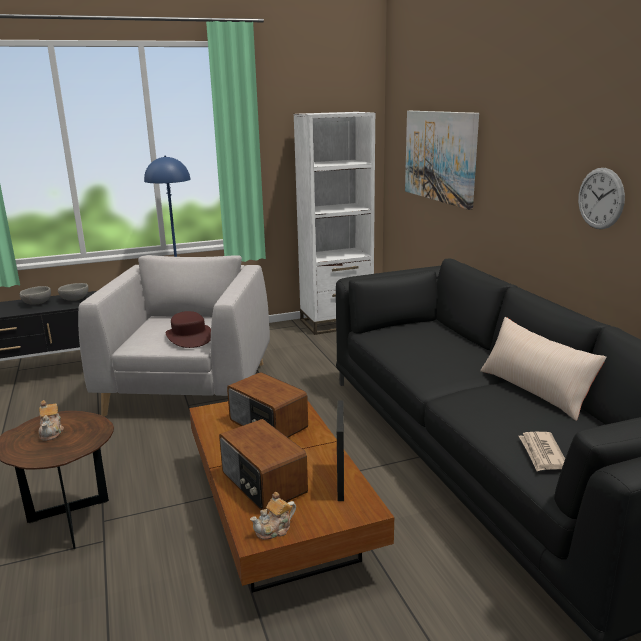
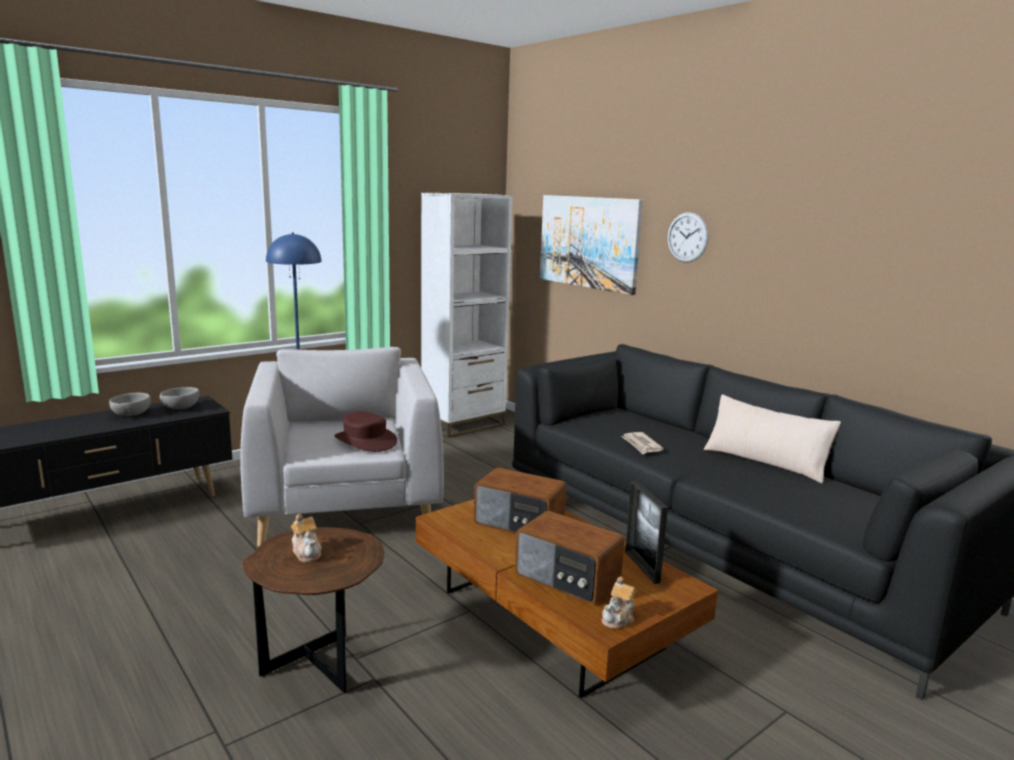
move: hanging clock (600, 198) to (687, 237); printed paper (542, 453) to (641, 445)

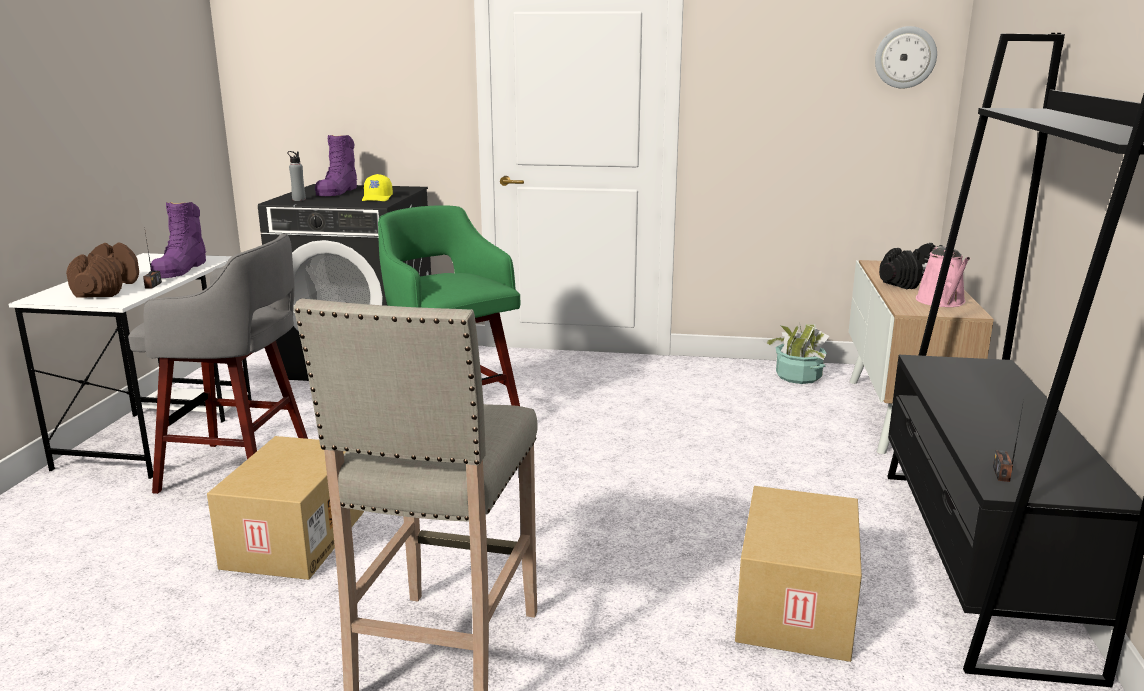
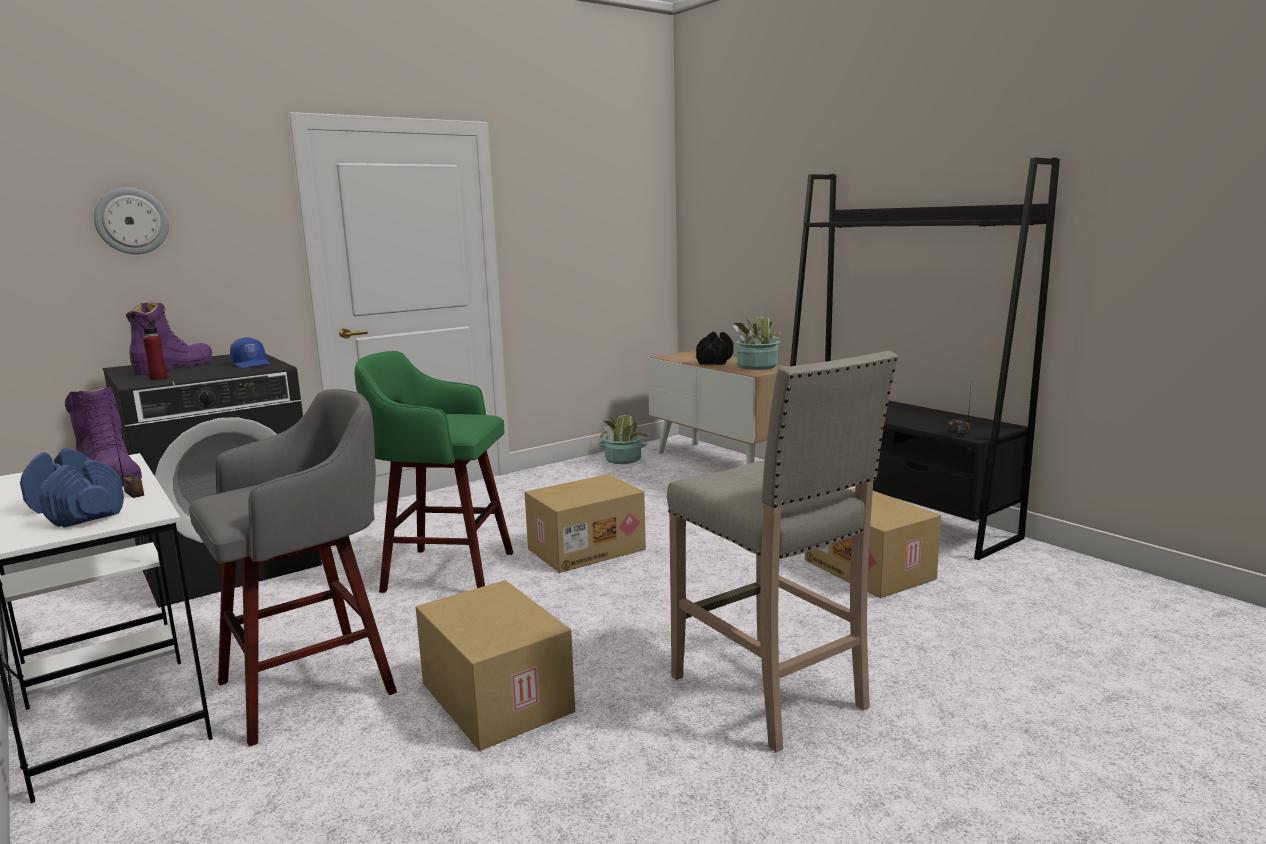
insert: carton (586, 548)
move: hanging clock (905, 57) to (131, 221)
replace: pink-coloured sprinkling can (942, 302) to plant in a pot (757, 366)
recolor: gray drink bottle (299, 199) to reddish drink bottle (158, 378); yellow peaked cap (377, 198) to blue peaked cap (252, 364); brownish hand weight (106, 289) to blue hand weight (76, 512)
rotate: purple high-top boot (338, 191) = (174, 367) 120 degrees counterclockwise

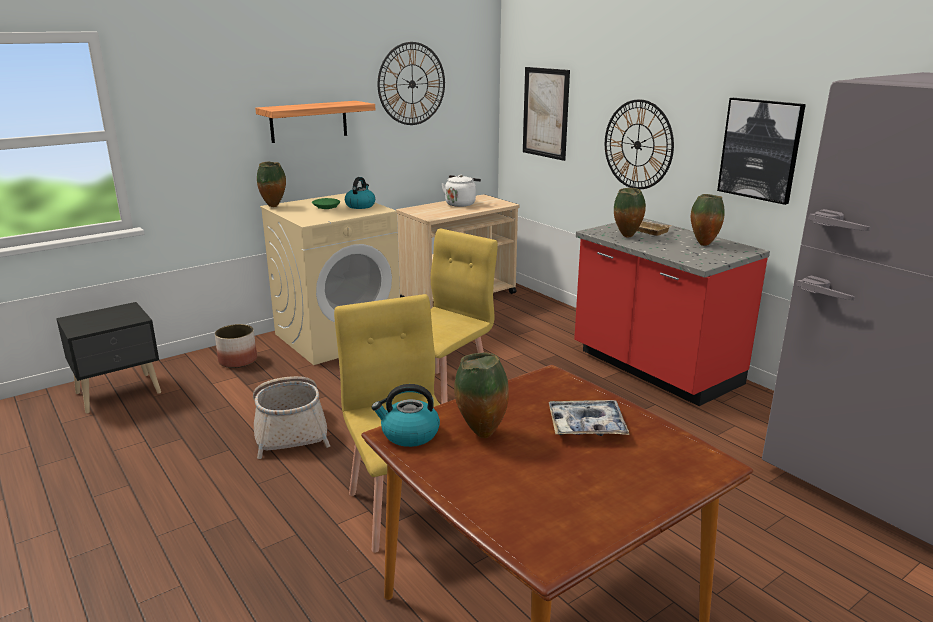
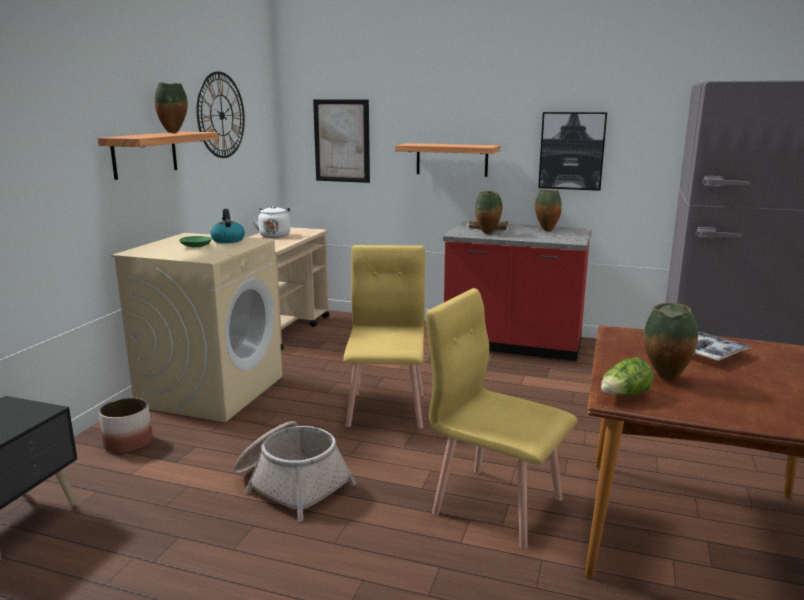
move: flower vase (274, 206) to (174, 133)
replace: hanging clock (637, 145) to bracket shelf (452, 159); tea kettle (409, 434) to lettuce head (624, 395)

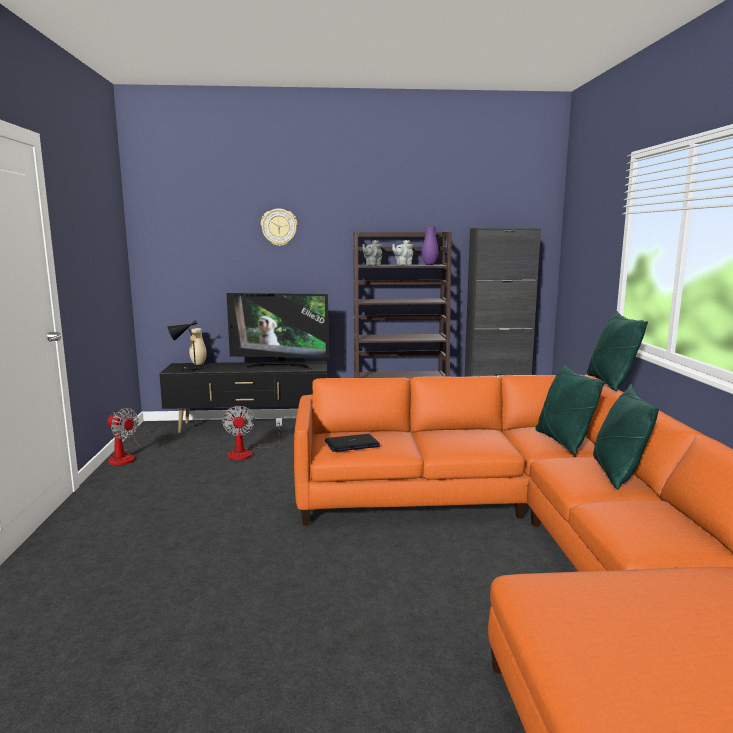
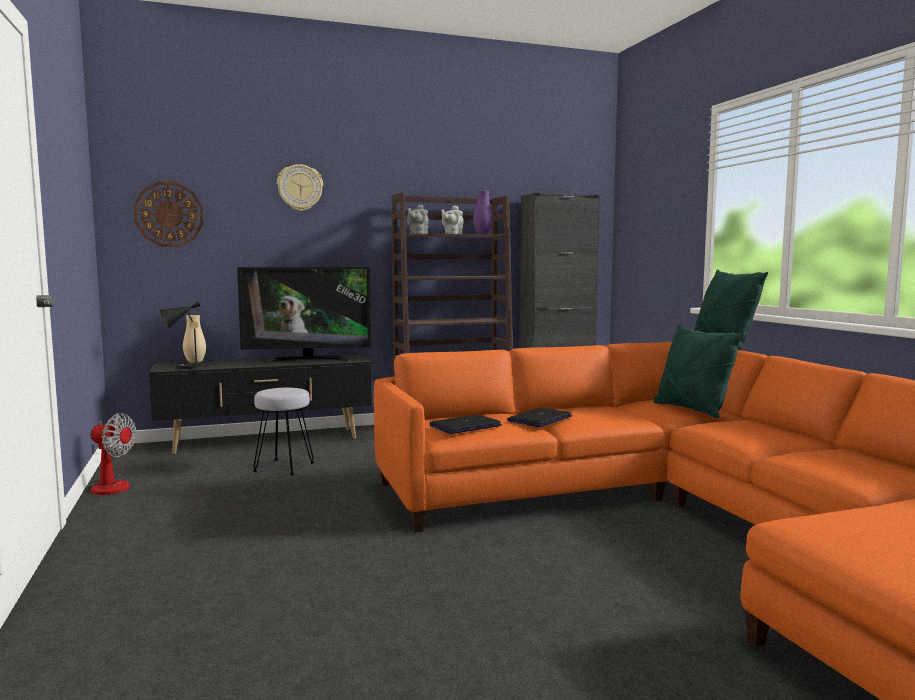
delete: green cushion (616, 473)
insert: hanging clock (169, 214); notebook computer (540, 419)
replace: fan (247, 453) to gray stool seat (284, 467)

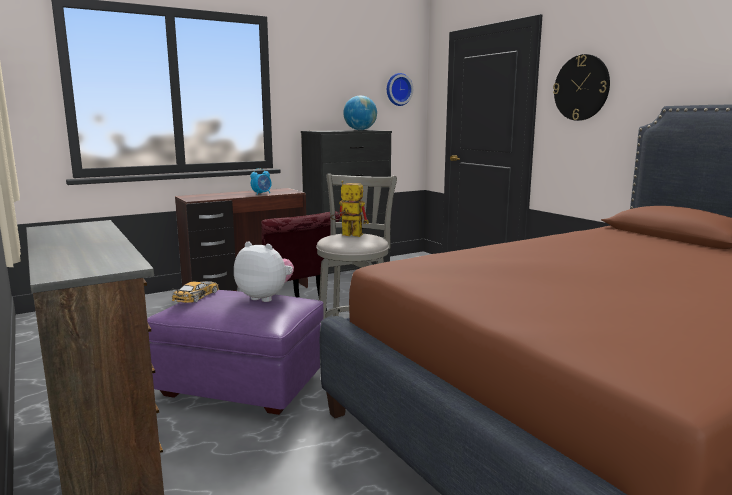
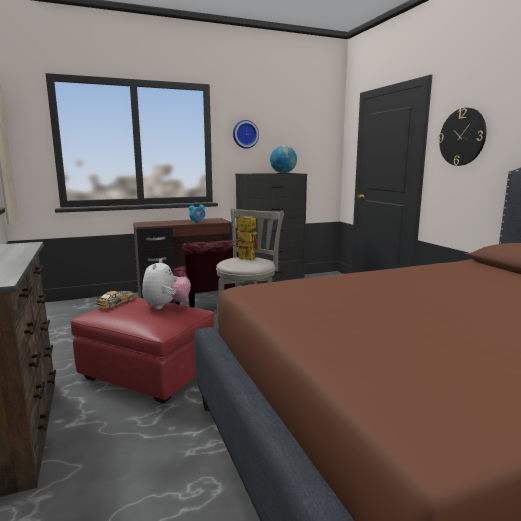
move: hanging clock (398, 89) to (245, 134)
recolor: purple pouffe (241, 384) to reddish pouffe (147, 374)
rotate: plush toy (265, 297) = (166, 306) 60 degrees clockwise

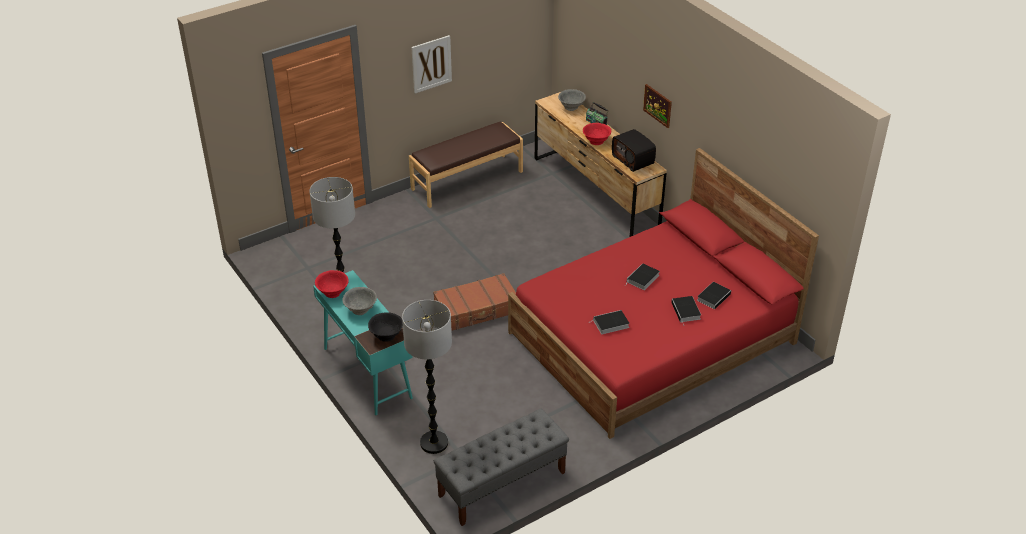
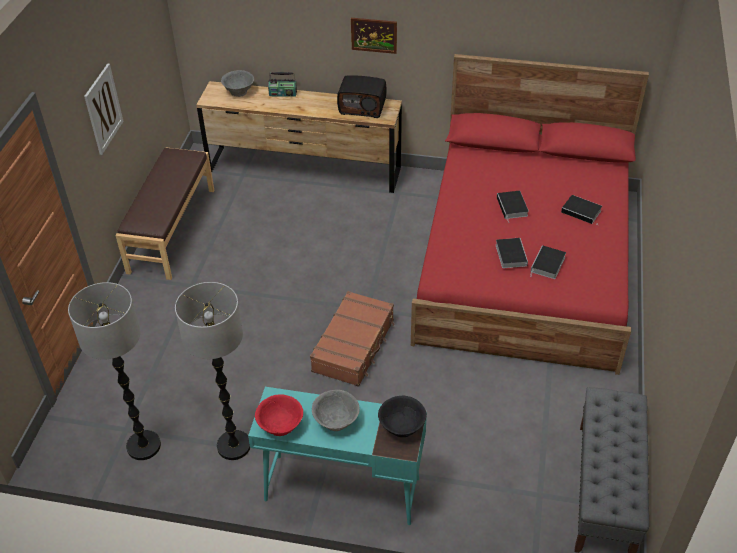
delete: reddish serving bowl (596, 141)
move: book (714, 296) to (510, 254); standing lamp (434, 443) to (143, 446)

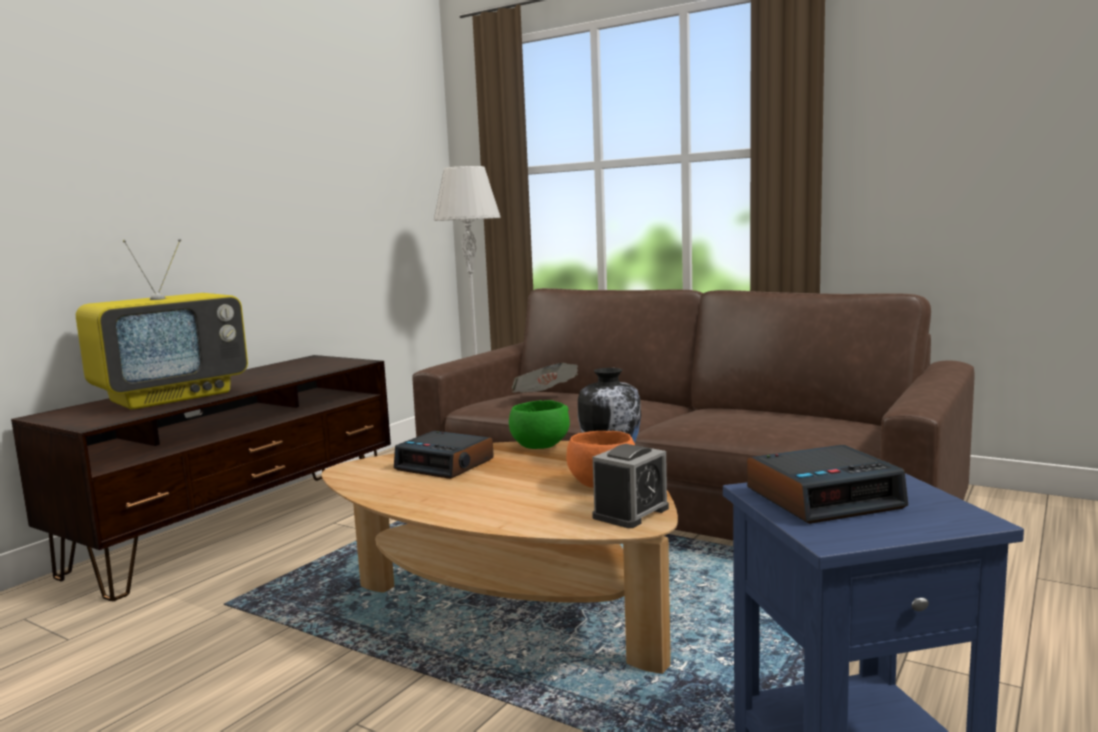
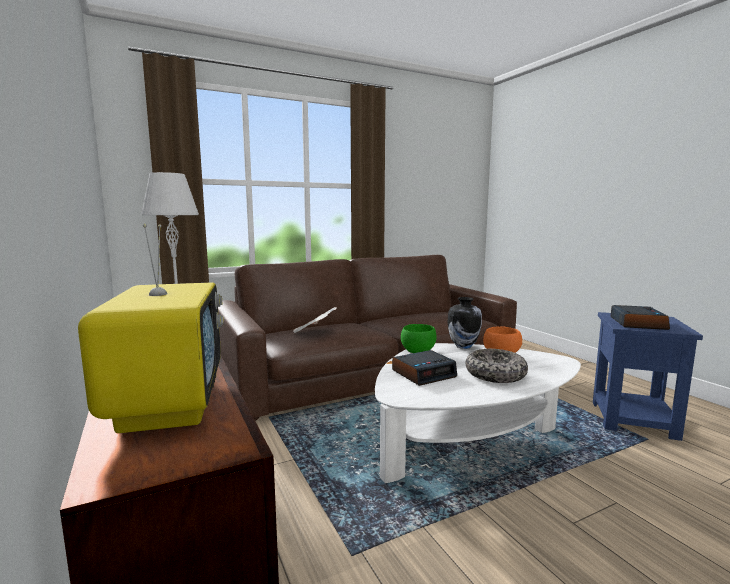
delete: table clock (631, 513)
insert: serving bowl (495, 374)
recolor: brownish coffee table (511, 613) to white-coloured coffee table (467, 445)

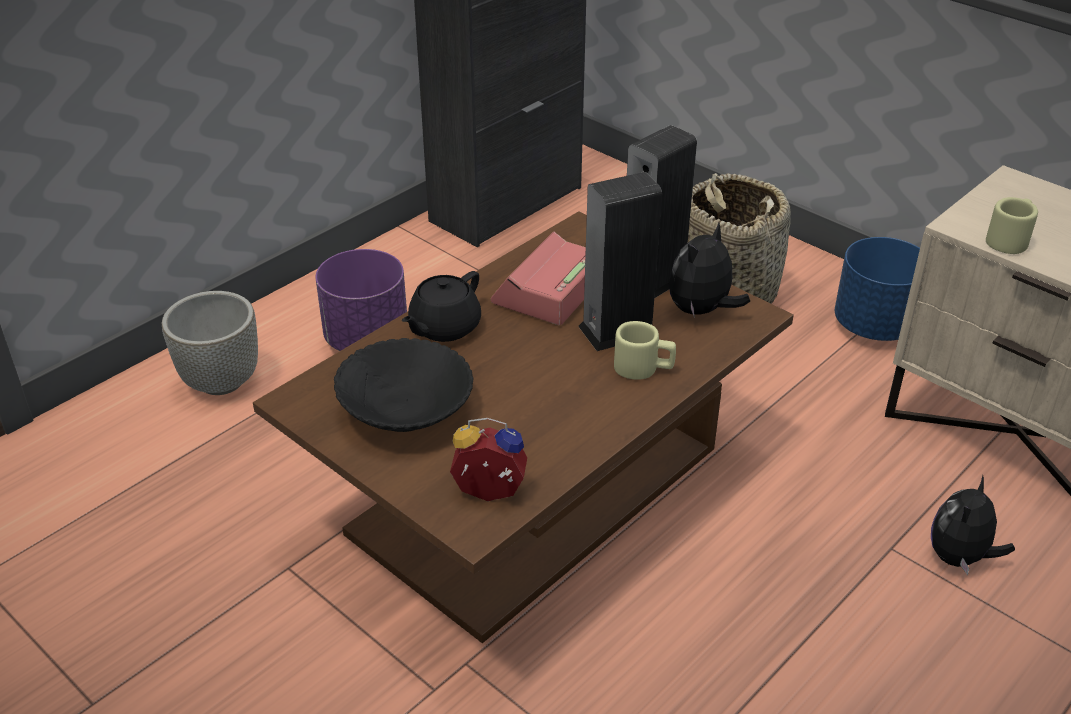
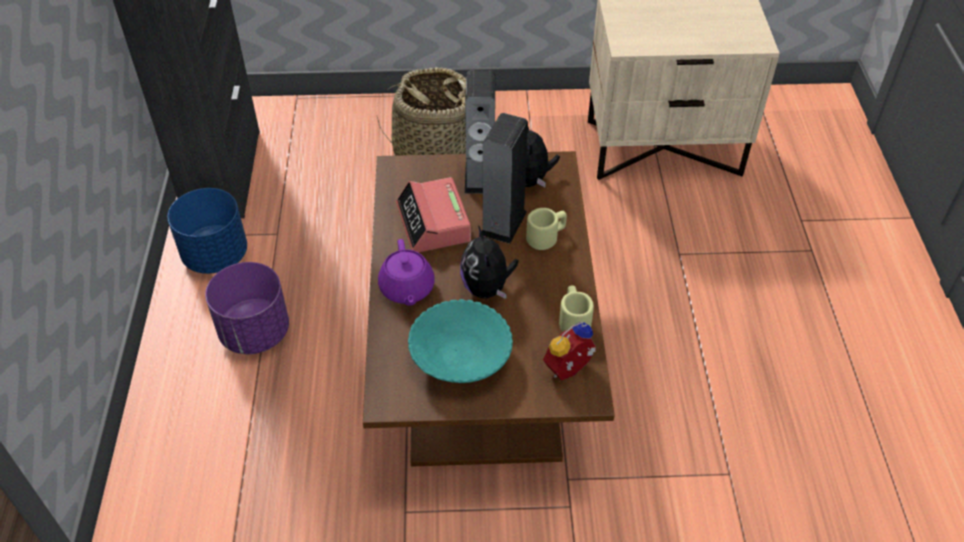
delete: gray plant pot (222, 382)
move: sand-coloured tea mug (1009, 239) to (573, 319); blue plant pot (874, 325) to (215, 255); plush toy (960, 557) to (487, 288)
recolor: blackish pot for tea (443, 327) to purple pot for tea (406, 289); blackish serving bowl (406, 411) to turquoise-coloured serving bowl (460, 357)

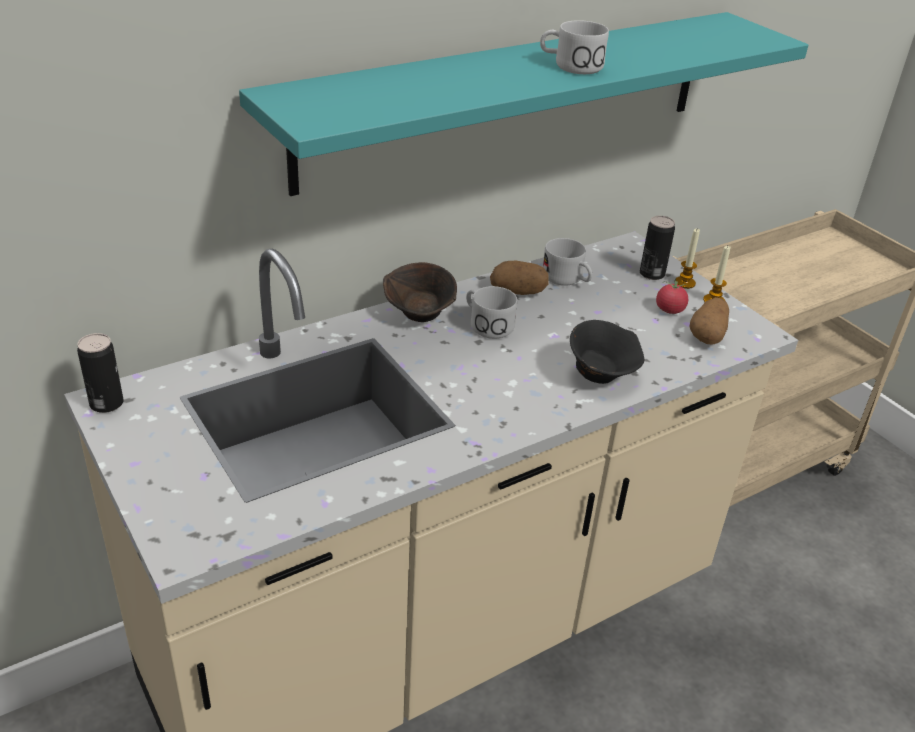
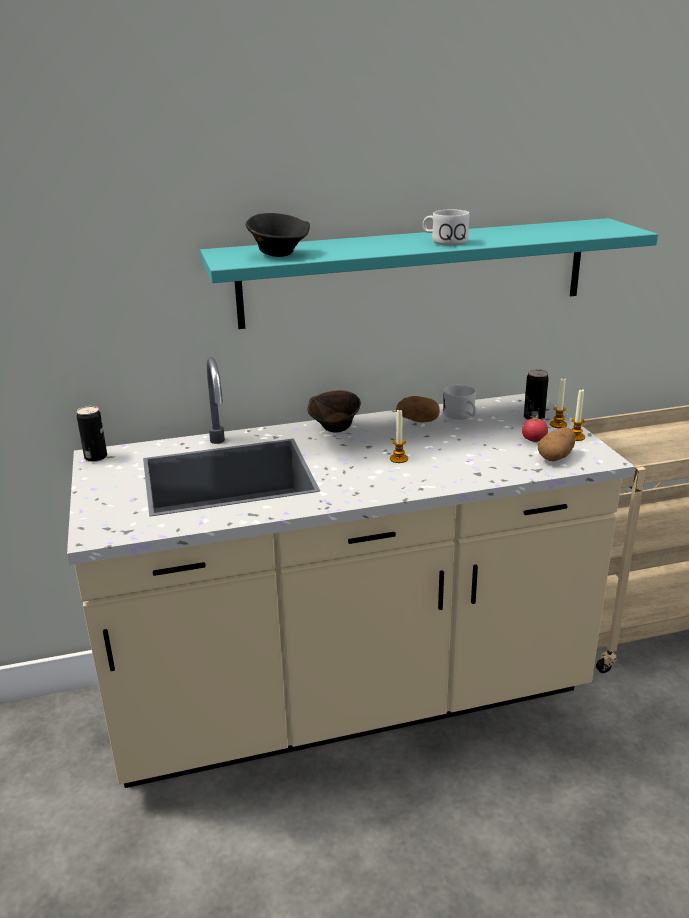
delete: white-coloured tea mug (486, 324)
insert: wax light (399, 459)
move: blackish serving bowl (601, 375) to (279, 254)

